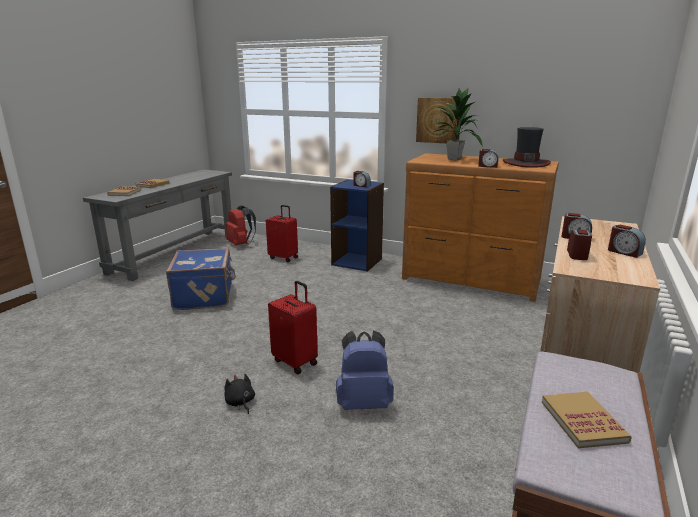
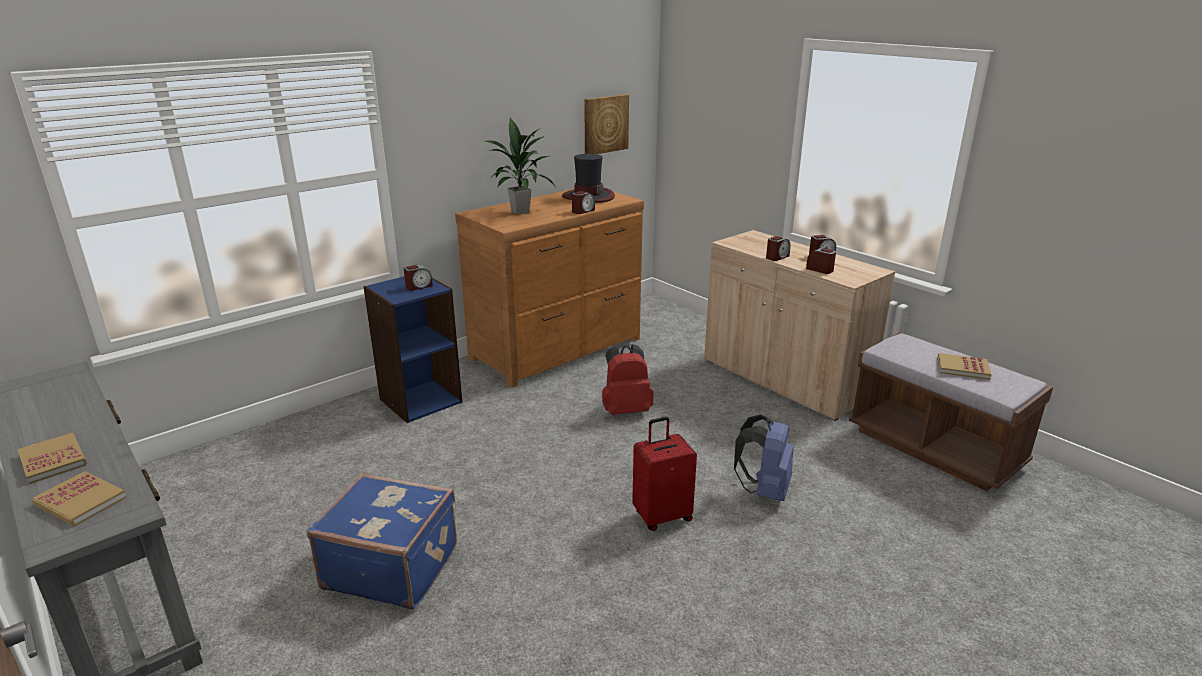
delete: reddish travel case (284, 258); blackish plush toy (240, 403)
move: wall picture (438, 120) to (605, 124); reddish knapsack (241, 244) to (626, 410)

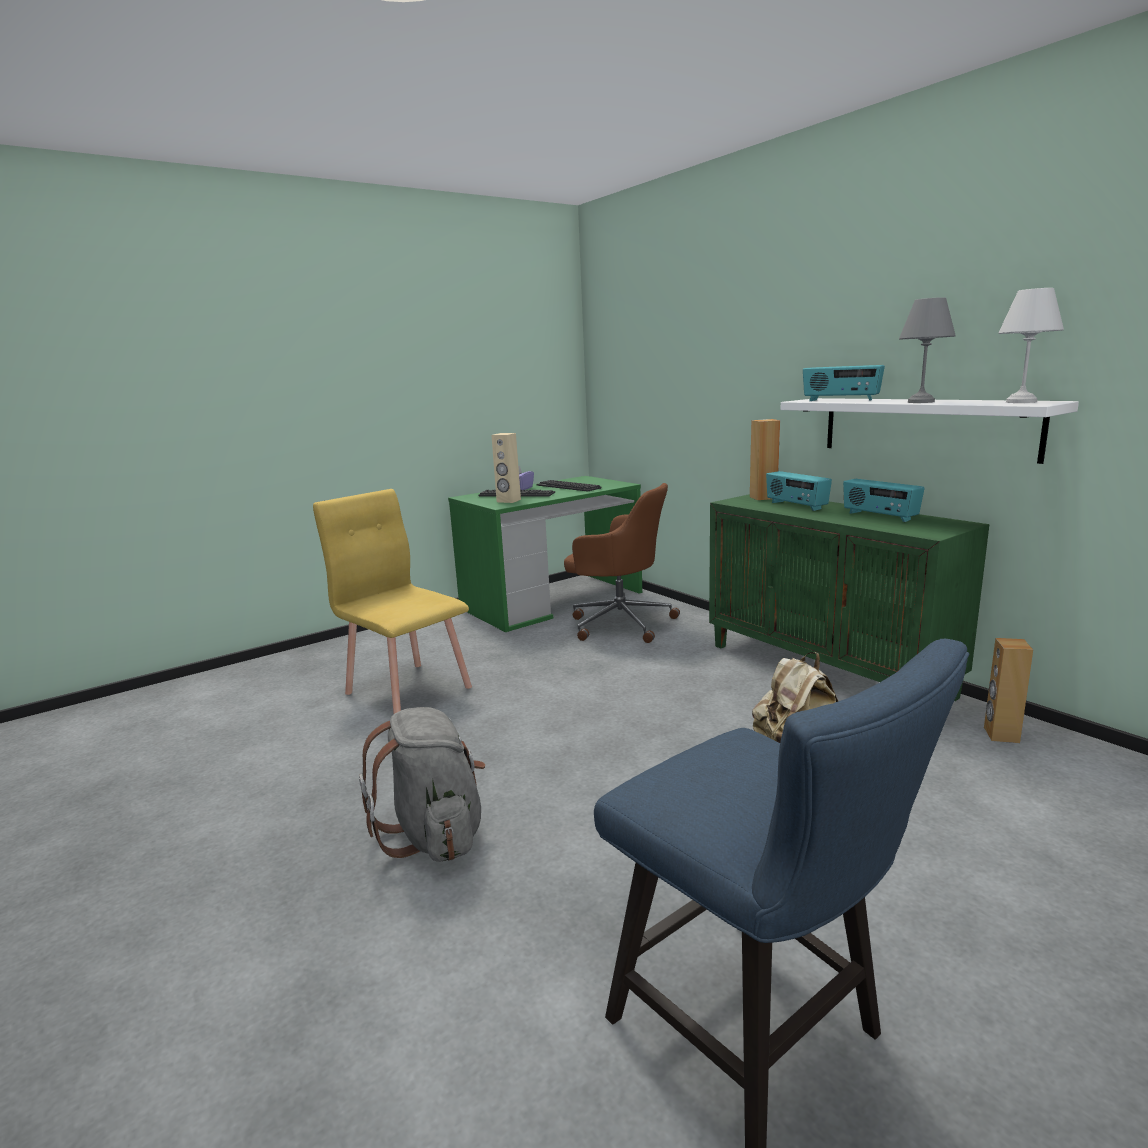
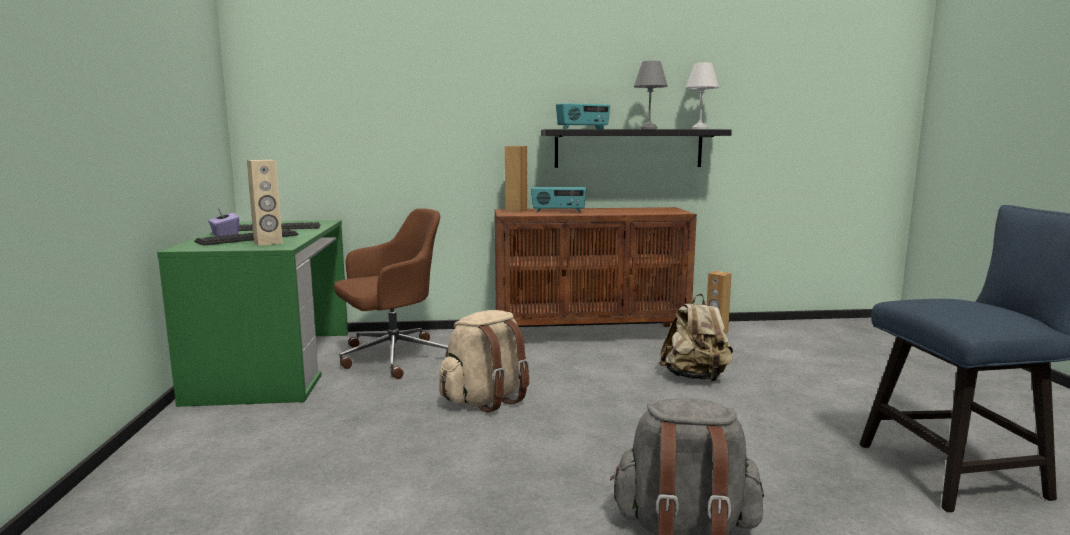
delete: radio (879, 516); yellow plain chair (408, 689)
insert: sand-coloured knapsack (486, 400)
recolor: white-coloured bracket shelf (925, 427) to blackish bracket shelf (628, 148); green storage cabinet (827, 670) to brownish storage cabinet (590, 334)

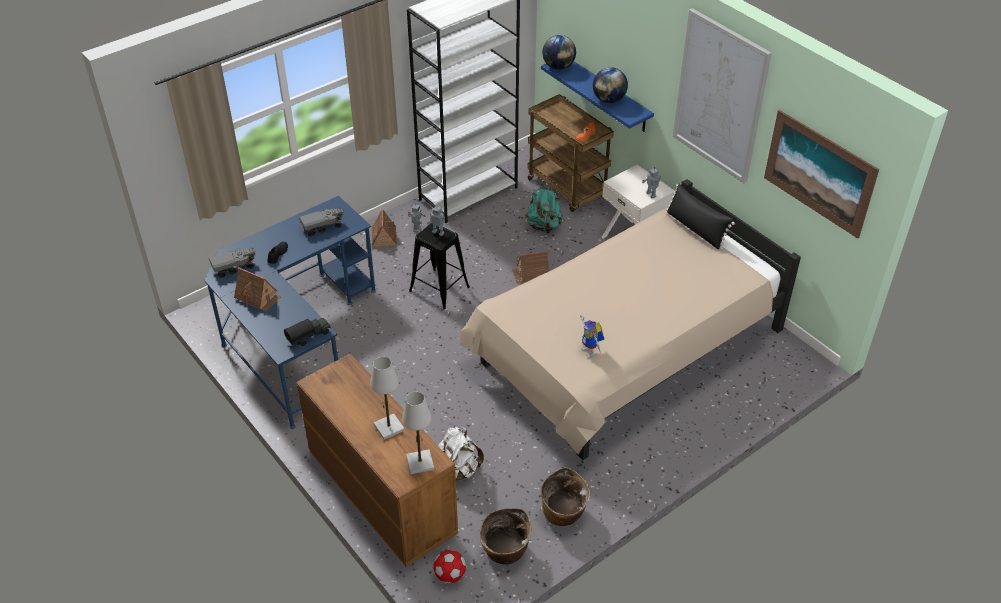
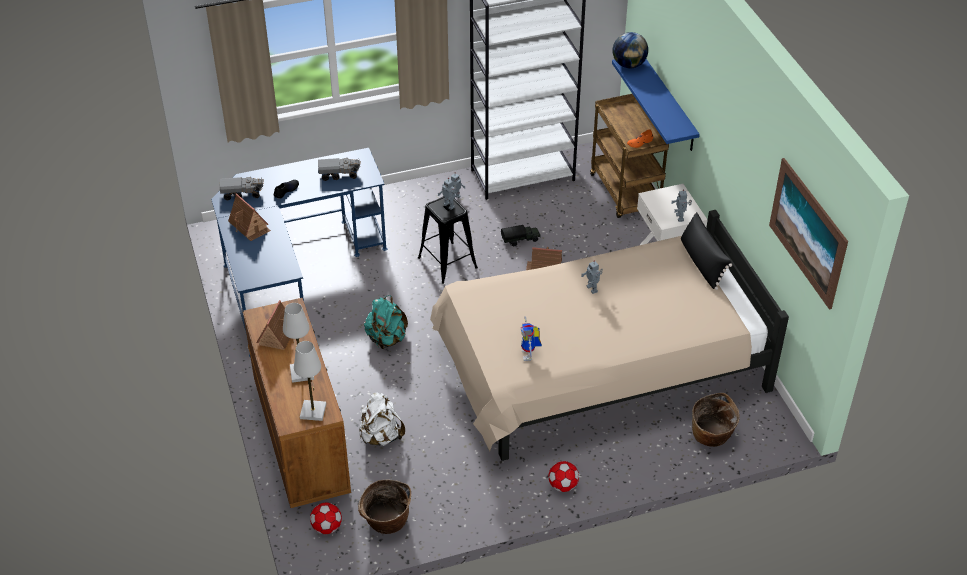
delete: wall picture (720, 96); globe (609, 100)
insert: model robot (592, 289); football ball (563, 486)
move: turquoise-coloured knapsack (544, 226) to (386, 339); toy house (384, 236) to (278, 334); model truck (309, 336) to (521, 240); storage basket (564, 514) to (711, 436)

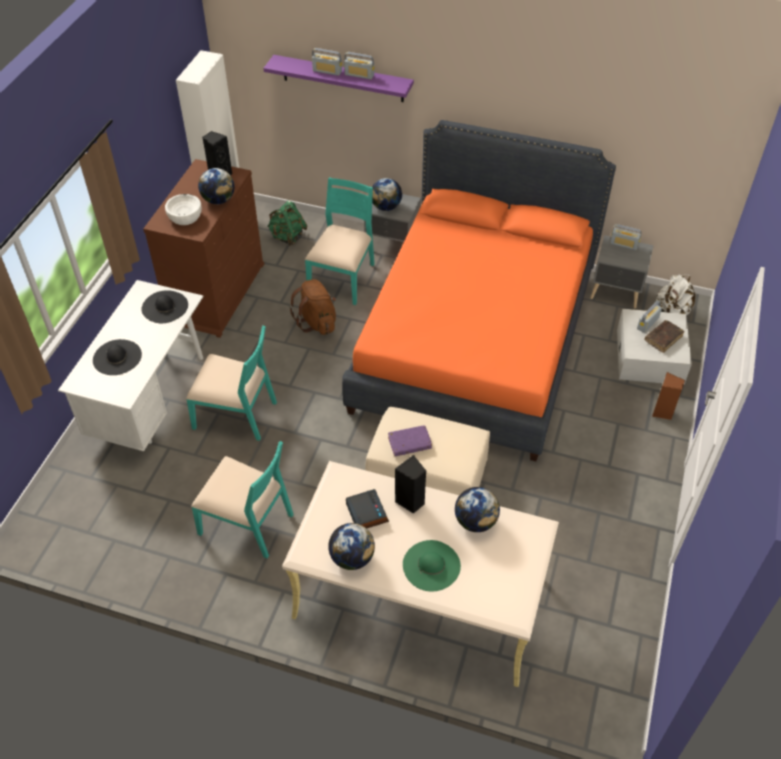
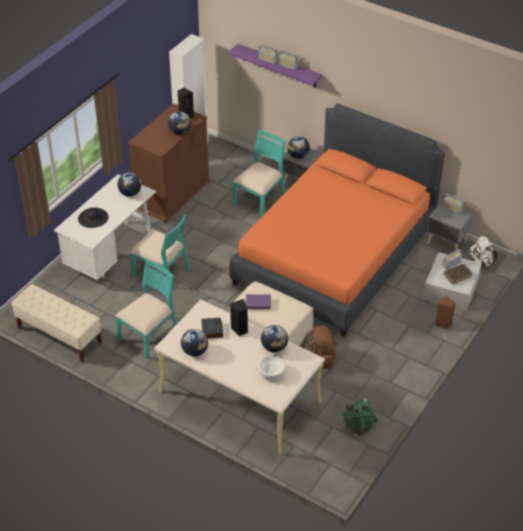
delete: green wearable hat (431, 565)
insert: sand-coloured bench (59, 335)
move: white-coloured serving bowl (185, 217) to (271, 373); green knapsack (287, 237) to (358, 425); brownish knapsack (317, 322) to (321, 357)
replace: blackish wearable hat (164, 307) to globe (130, 193)
rotate: turquoise-coloured plain chair (247, 523) = (149, 335) 90 degrees counterclockwise

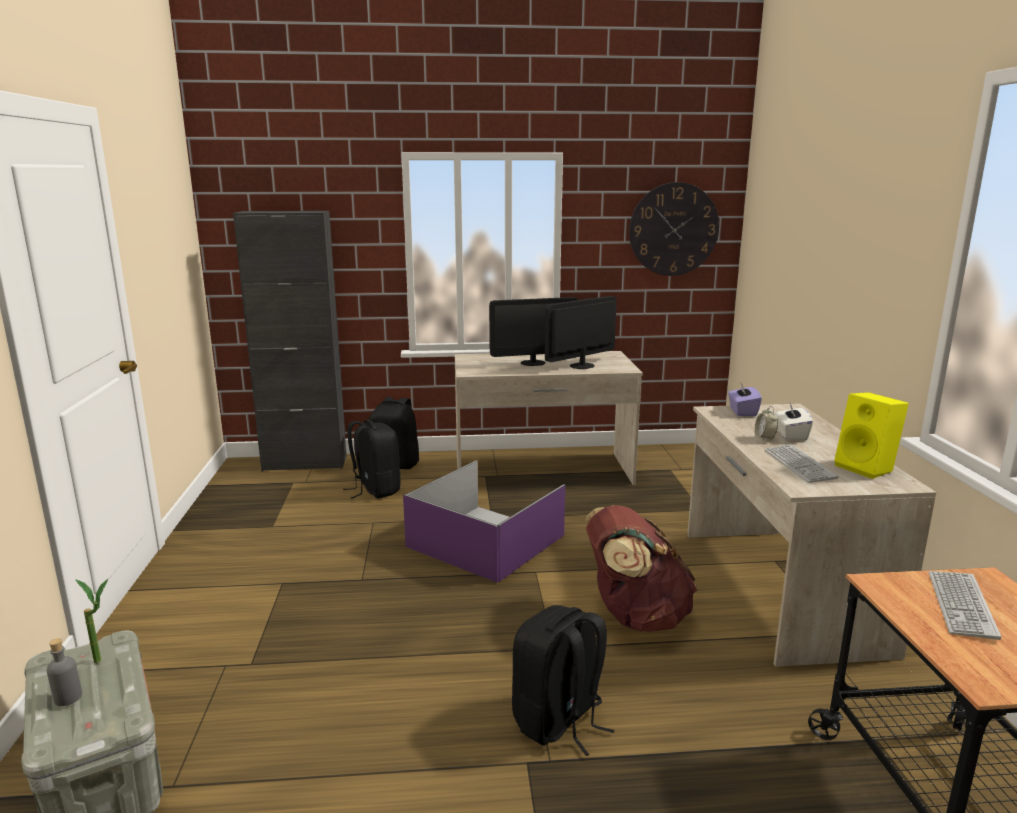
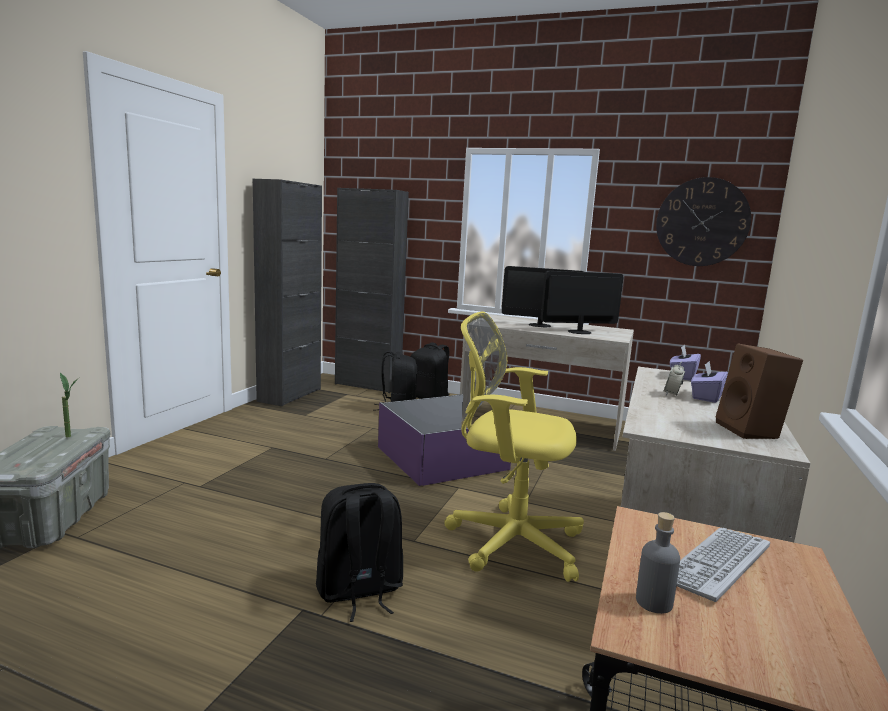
delete: PC keyboard (799, 465)
insert: blackish storage cabinet (290, 395)
move: gray drink bottle (68, 698) to (653, 602)
replace: brownish knapsack (635, 616) to yellow desk chair (509, 541)
recolor: yellow audio speaker (867, 468) to brownish audio speaker (752, 431); white-coloured tissue box (791, 435) to purple tissue box (706, 397)

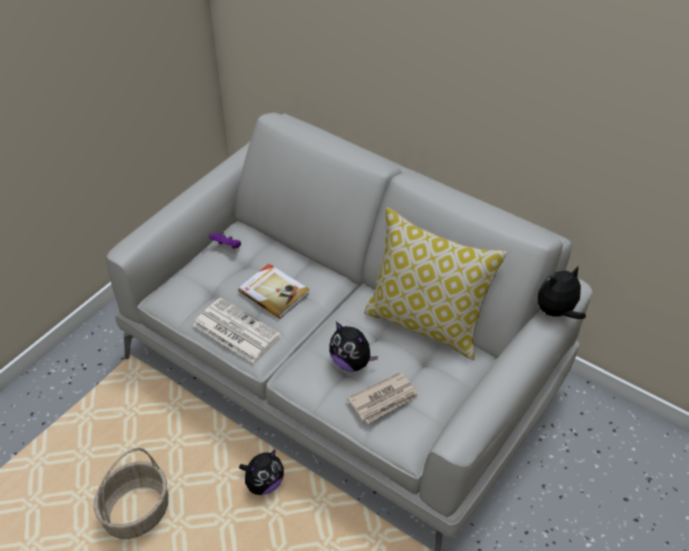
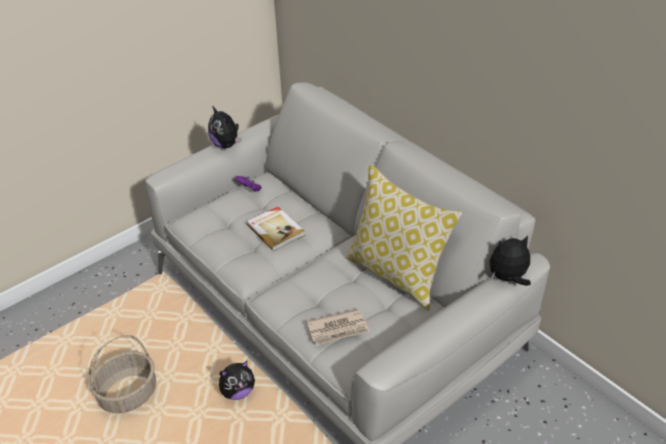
delete: printed paper (235, 330)
move: plush toy (351, 362) to (226, 145)

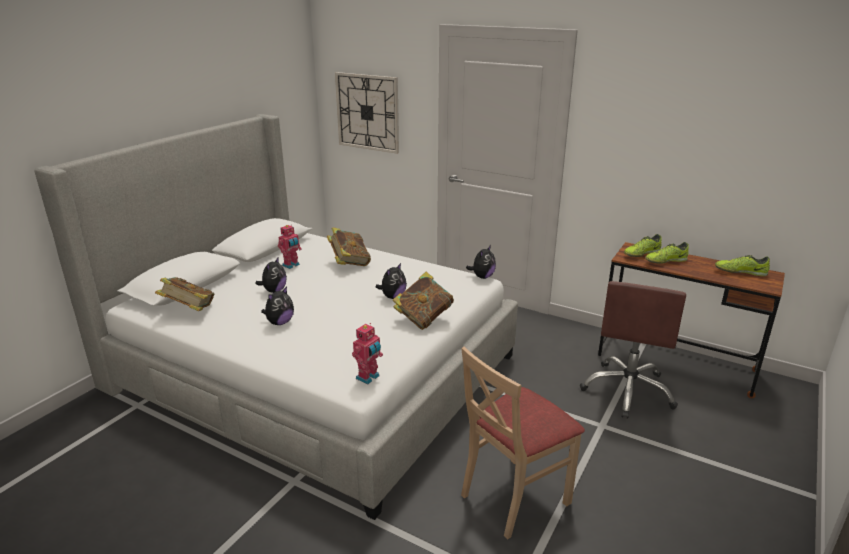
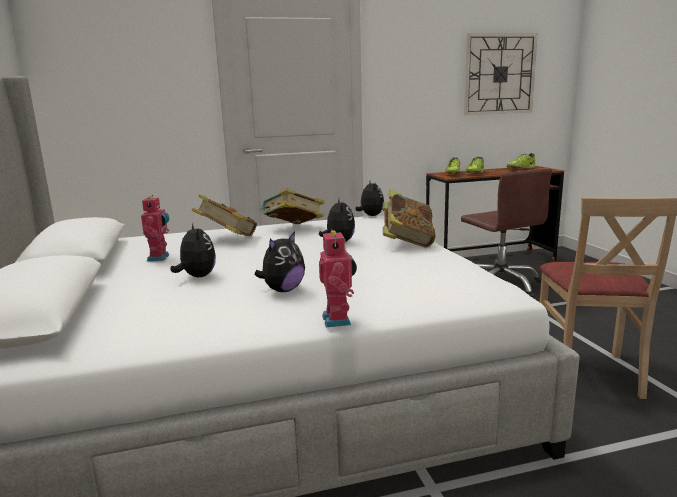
move: hanging clock (367, 112) to (499, 74); book (189, 310) to (293, 229); model robot (368, 378) to (339, 320)
rotate: plush toy (280, 322) = (283, 290) 45 degrees clockwise

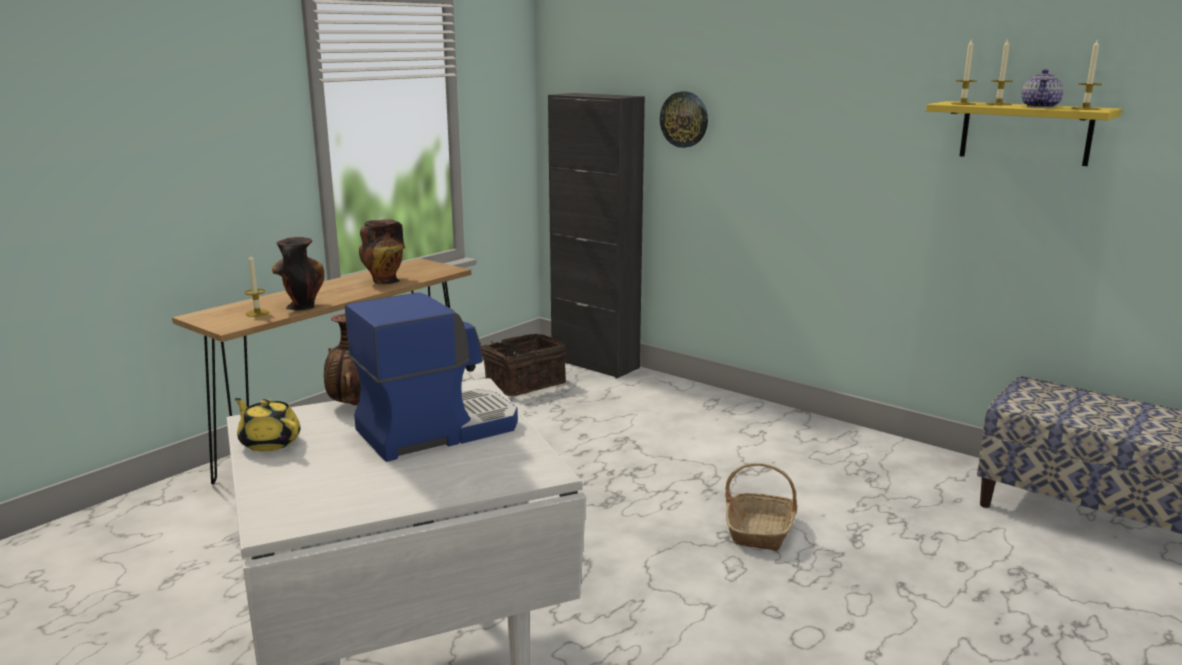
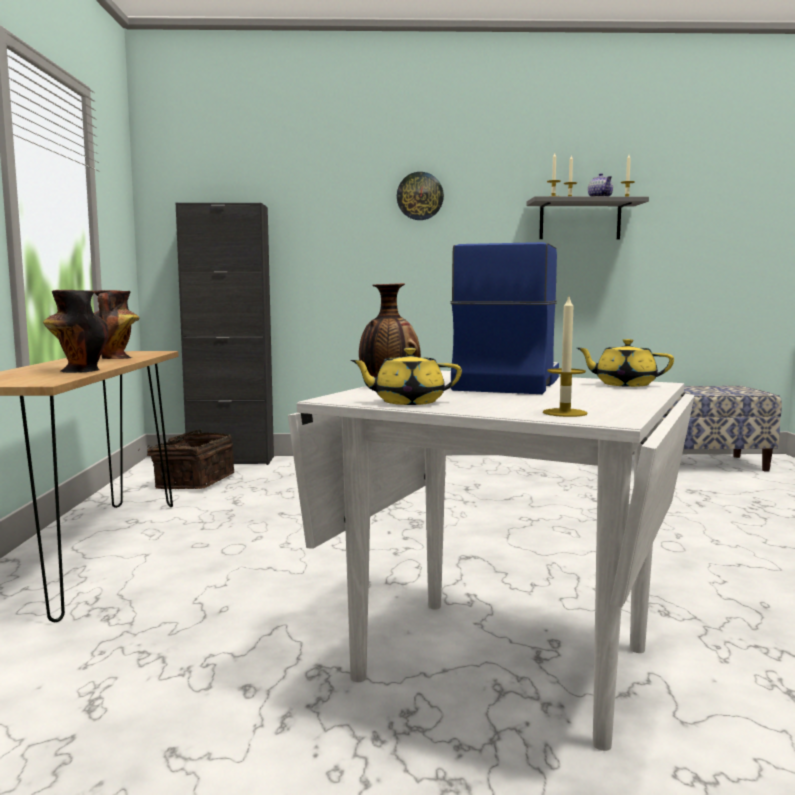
delete: storage basket (760, 530)
insert: yellow pot for tea (624, 384)
move: hanging clock (684, 119) to (420, 196); wax light (257, 313) to (565, 413)
recolor: yellow bracket shelf (1025, 133) to gray bracket shelf (580, 220)

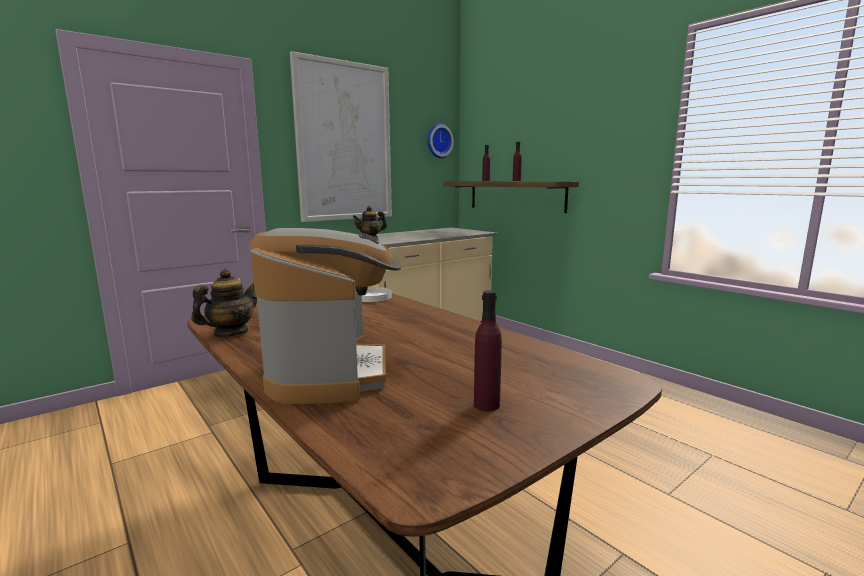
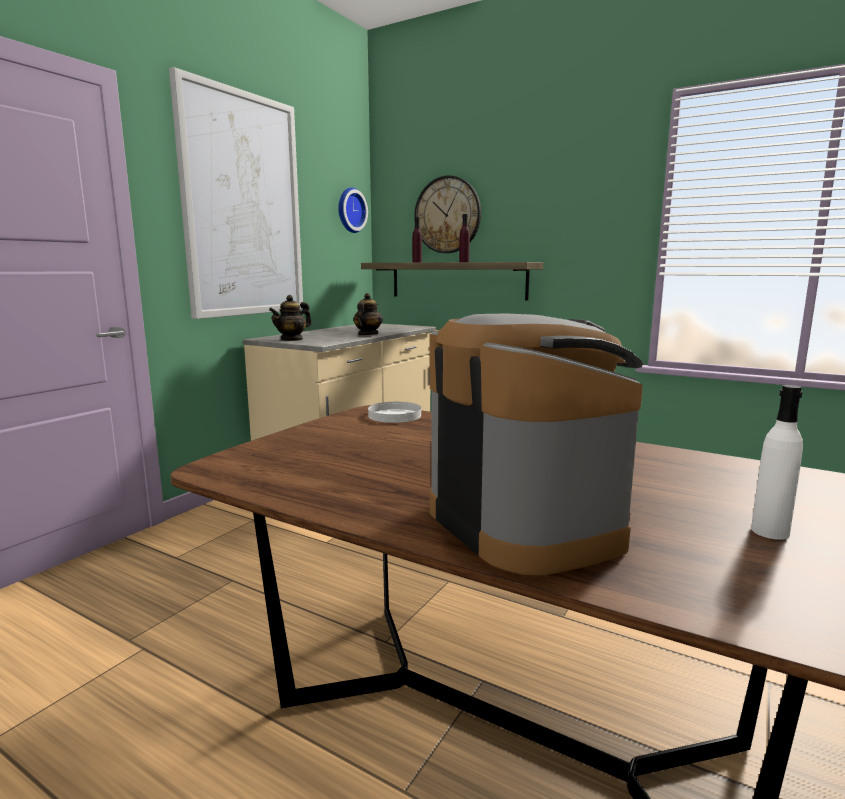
insert: hanging clock (447, 215)
move: pot for tea (230, 333) to (367, 334)
recolor: purple drink bottle (486, 405) to white-coloured drink bottle (770, 531)

